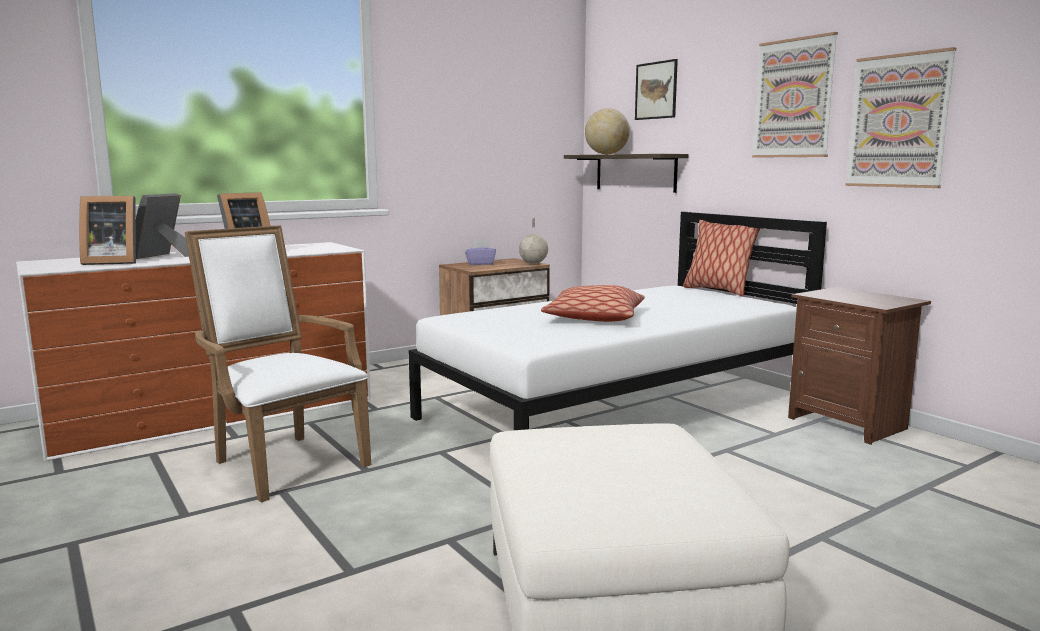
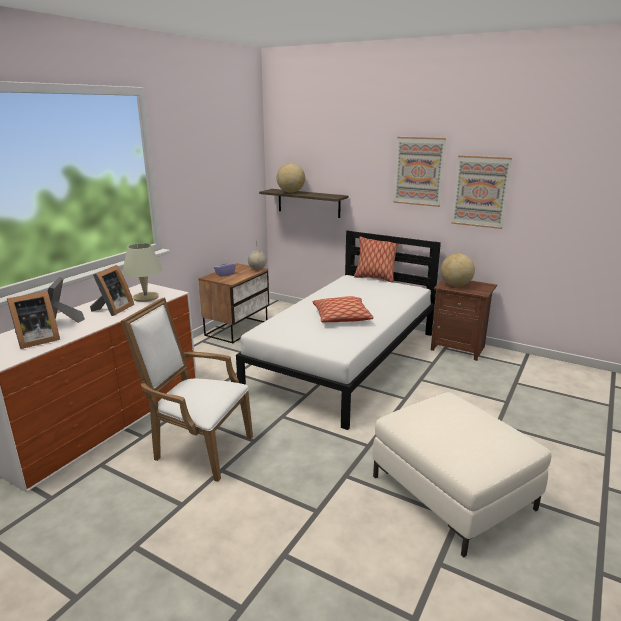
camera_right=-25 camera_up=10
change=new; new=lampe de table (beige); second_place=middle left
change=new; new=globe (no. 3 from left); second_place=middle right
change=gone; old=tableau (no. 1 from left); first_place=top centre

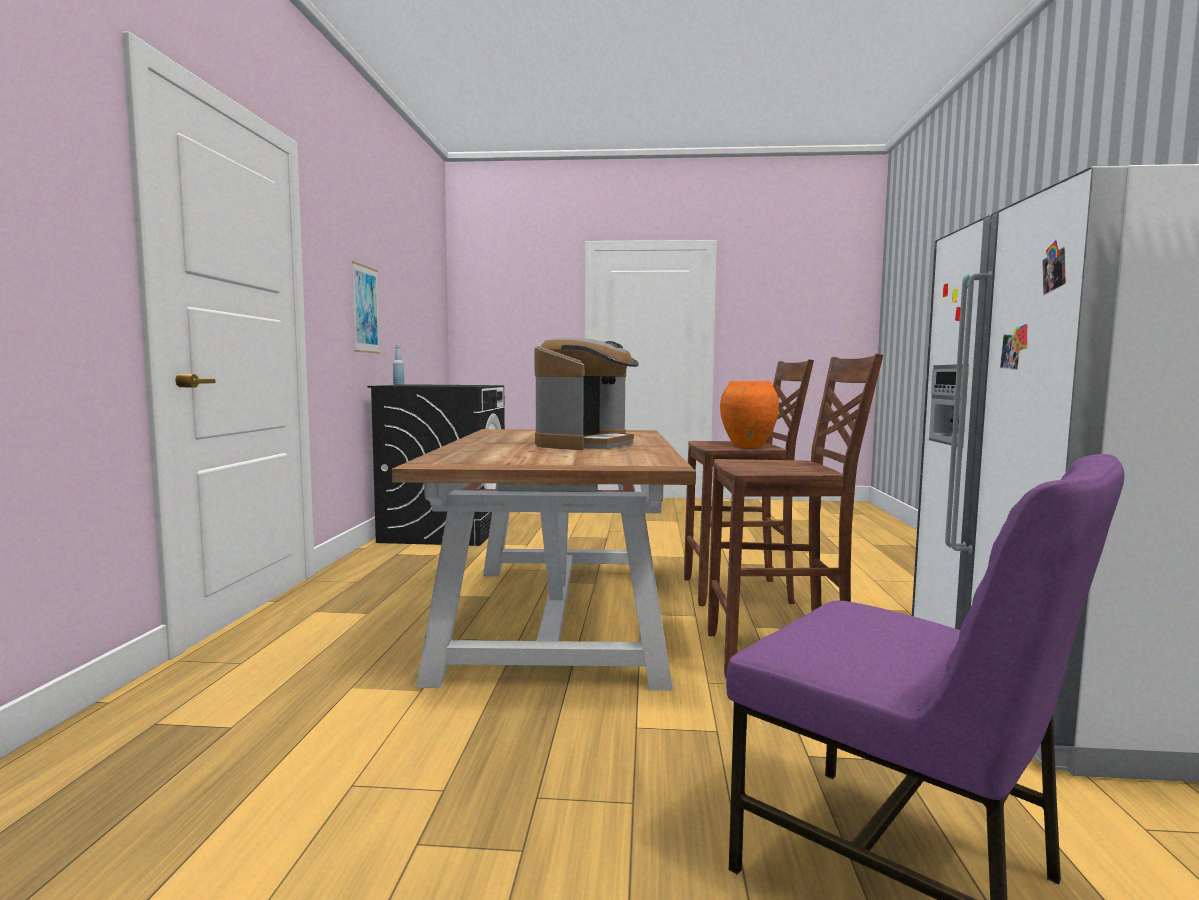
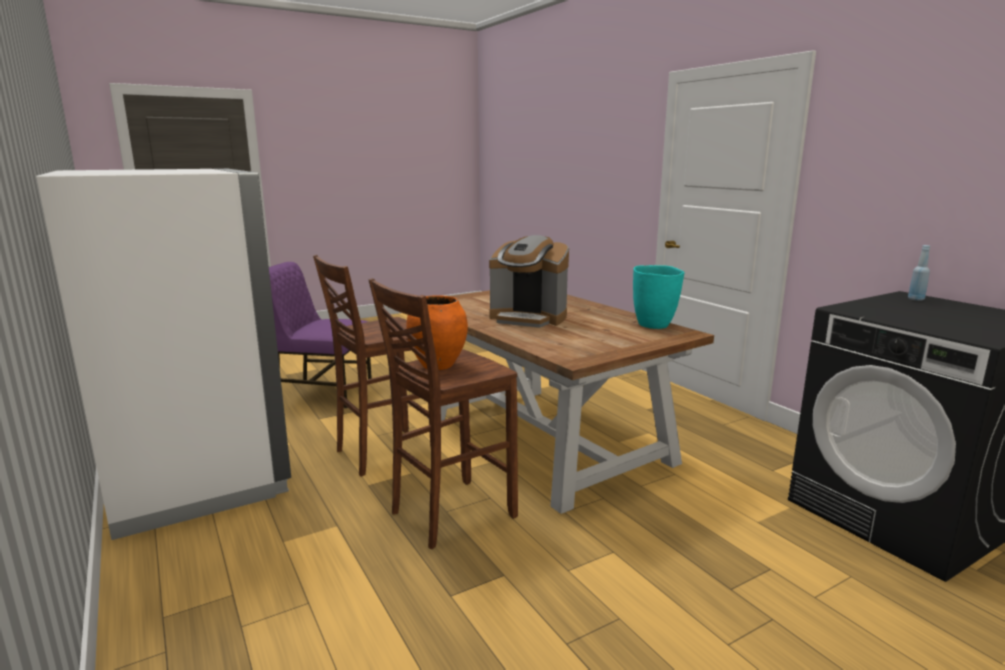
camera_right=145 camera_up=10
change=rotated; old=machine à café; first_place=centre; second_place=centre; degrees=-60
change=new; new=vase (turquoise); second_place=centre
change=gone; old=tableau; first_place=middle left

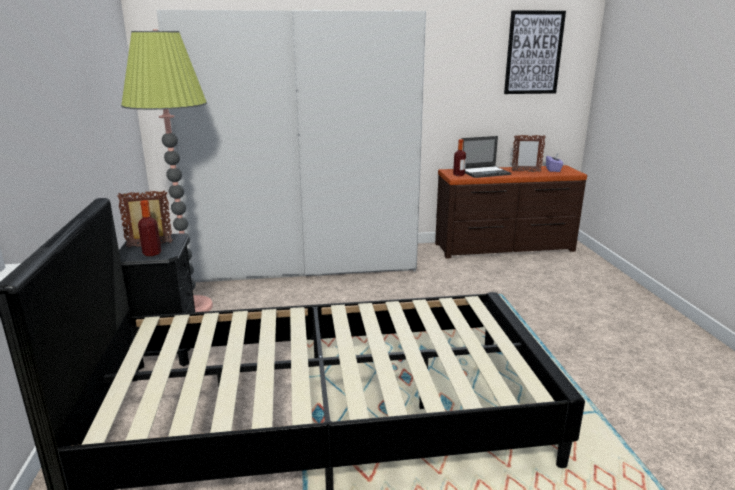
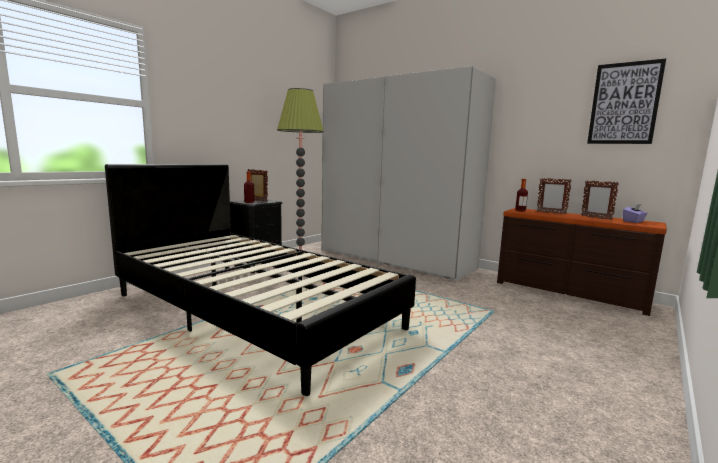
camera_right=45 camera_up=-10
change=swapped; old=ordinateur portable; new=cadre photo (no. 2 from left); first_place=top centre; second_place=middle right

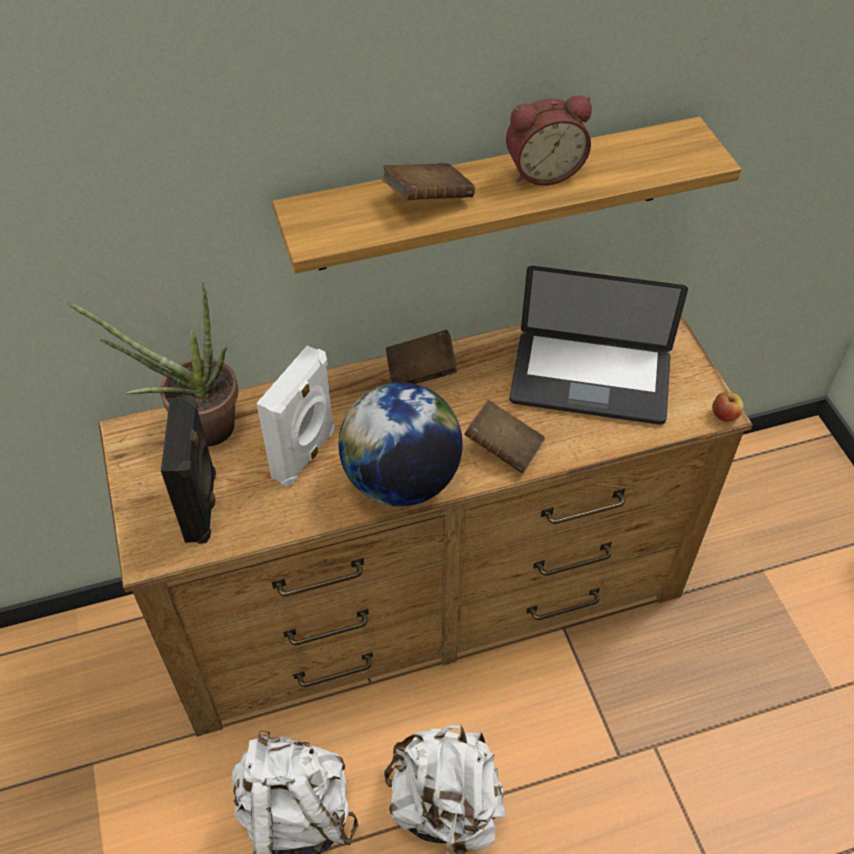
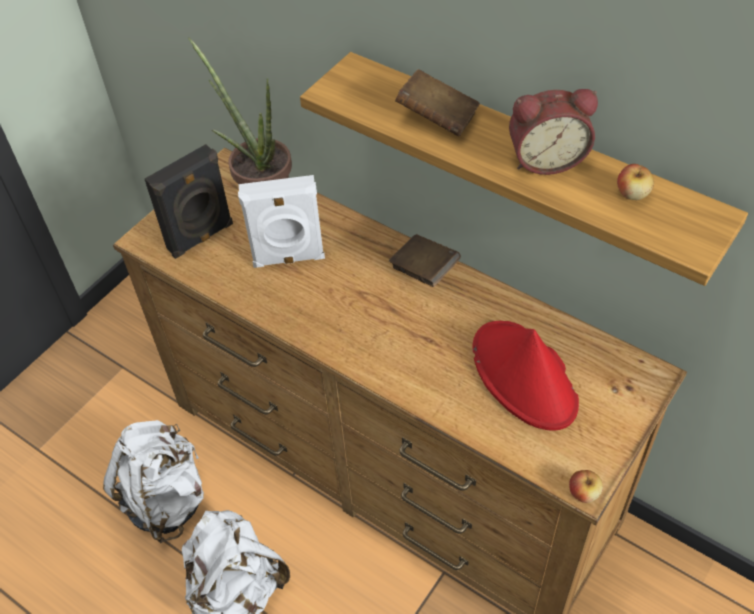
camera_right=55 camera_up=0
change=swapped; old=ordinateur portable; new=chapeau (rouge); first_place=middle right; second_place=middle right
change=rotated; old=réveil; first_place=top centre; second_place=top right; degrees=-45
change=new; new=pomme (no. 2 from left); second_place=top right
change=gone; old=globe; first_place=centre
change=gone; old=livre (marron) (no. 3 from left); first_place=centre

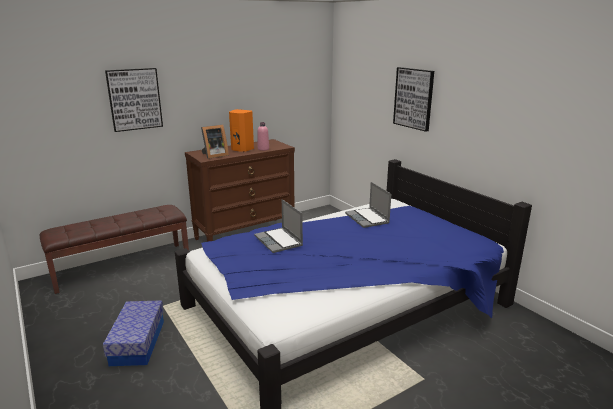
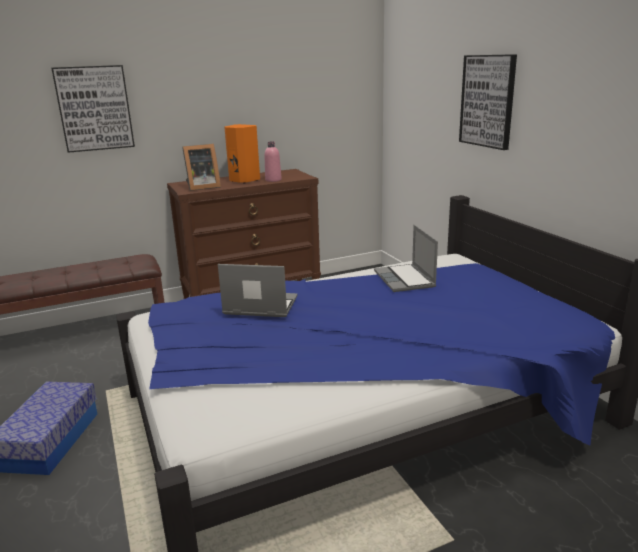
camera_right=10 camera_up=0
change=rotated; old=ordinateur portable (no. 1 from left); first_place=centre; second_place=centre; degrees=120

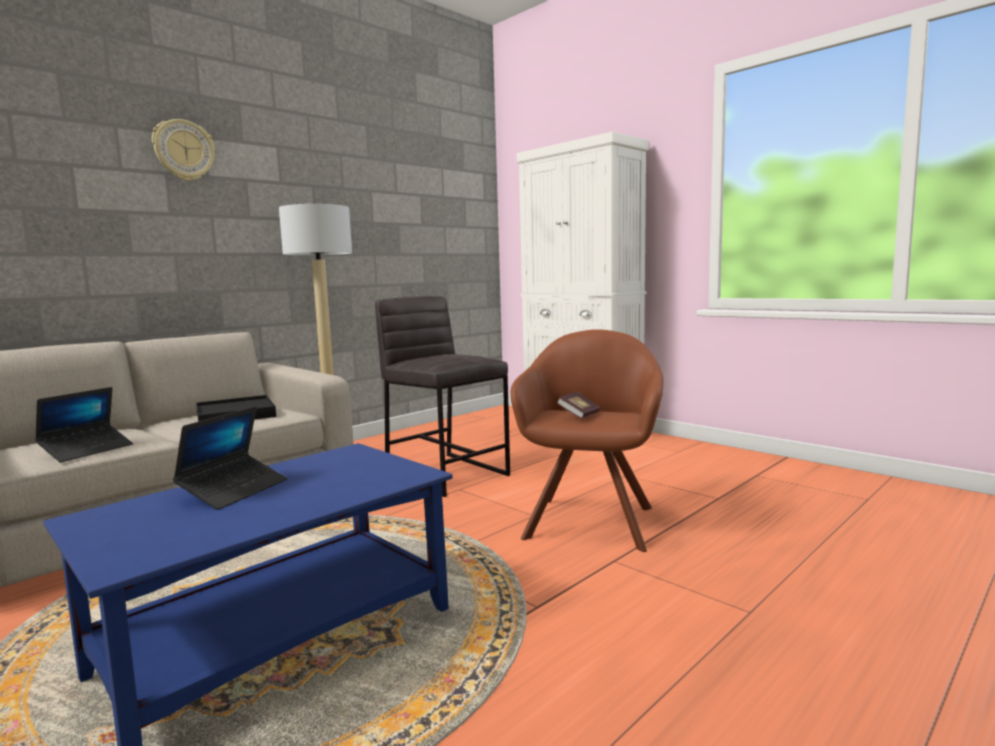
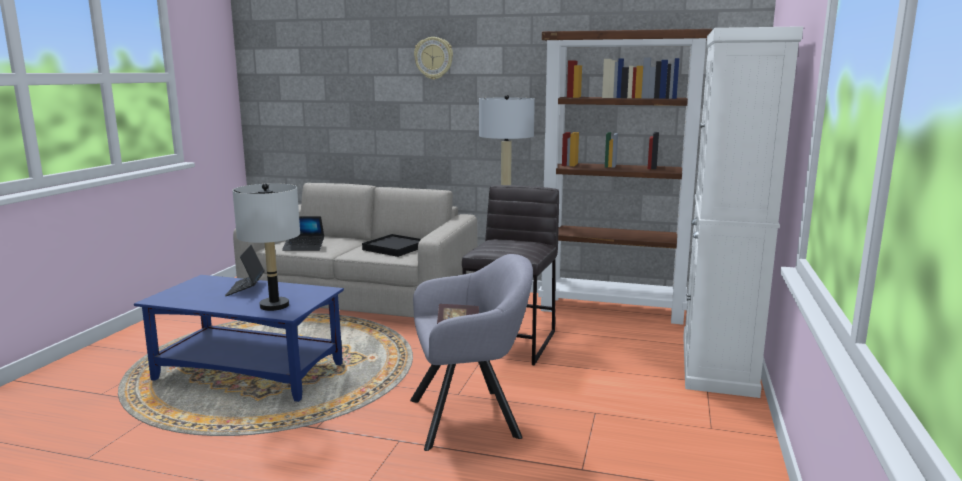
camera_right=60 camera_up=5
change=rotated; old=ordinateur portable (no. 2 from left in the first image); first_place=middle left; second_place=middle left; degrees=90
change=new; new=lampe de table (gris); second_place=middle left
change=repainted; old=fauteuil (marron); new=fauteuil (gris); first_place=centre; second_place=bottom centre
change=new; new=bibliothèque (marron); second_place=centre

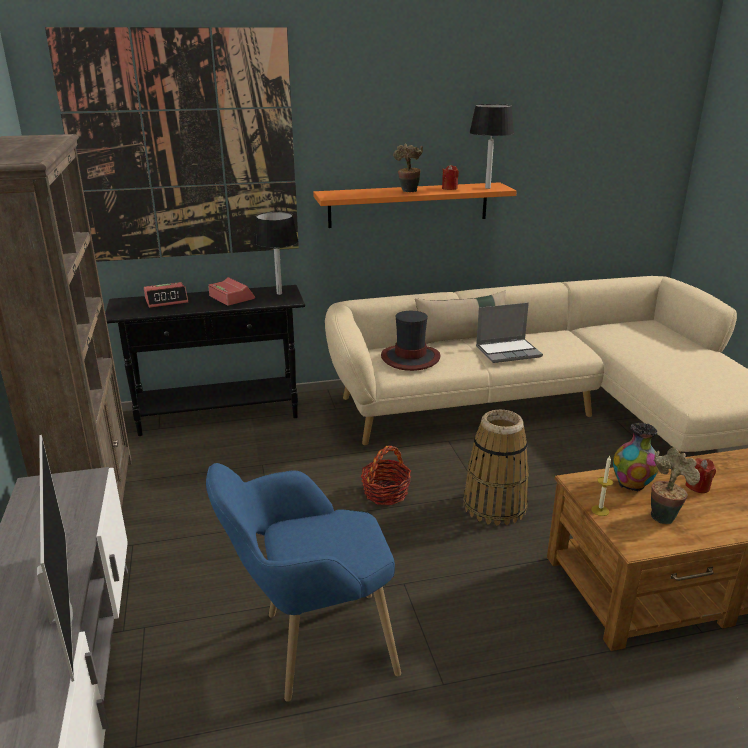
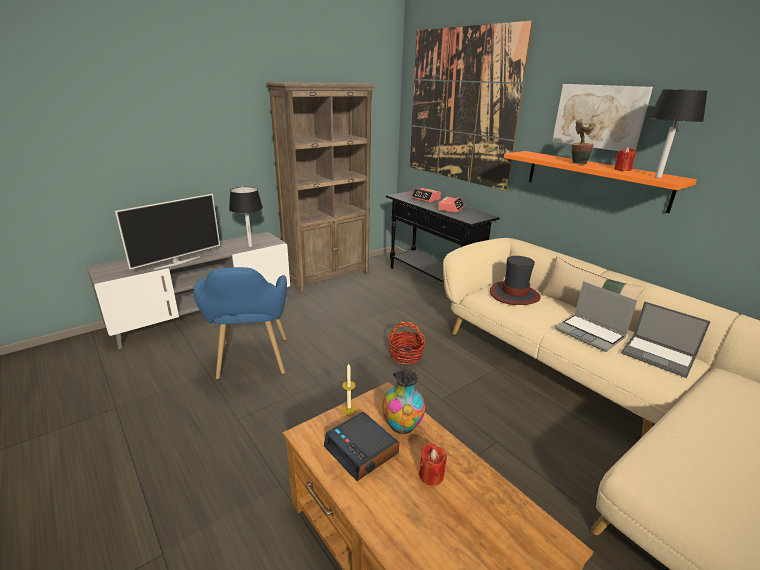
camera_right=65 camera_up=0
change=rotated; old=fauteuil (bleu); first_place=bottom centre; second_place=middle left; degrees=-150
change=shifted; old=lampe de table (noir) (no. 1 from left); first_place=centre; second_place=middle left
change=swapped; old=plante en pot (no. 2 from left); new=réveil (no. 1 from left); first_place=middle right; second_place=bottom centre
change=new; new=tableau (no. 2 from left); second_place=top right
change=new; new=ordinateur portable (no. 2 from left); second_place=middle right
change=gone; old=panier (no. 2 from left); first_place=centre

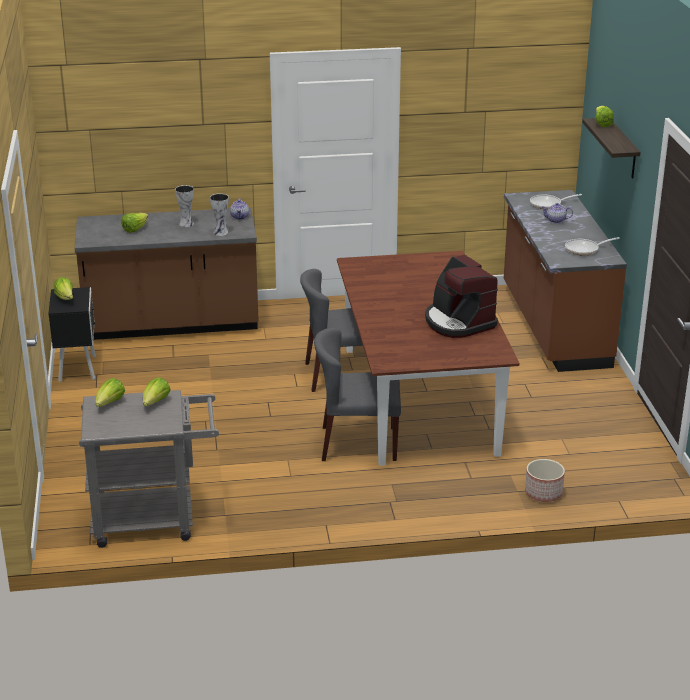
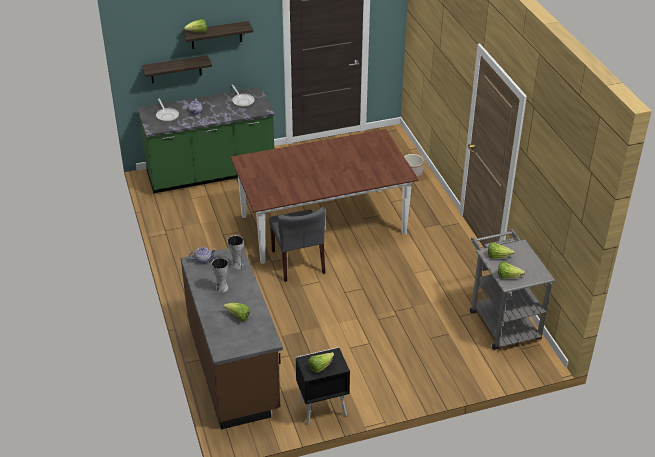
camera_right=-100 camera_up=10
change=repainted; old=comptoir de cuisine (marron) (no. 2 from left); new=comptoir de cuisine (vert); first_place=middle right; second_place=top left
change=new; new=étagère (no. 1 from left); second_place=top left
change=gone; old=chaise (gris) (no. 2 from left); first_place=centre
change=gone; old=machine à café; first_place=middle right

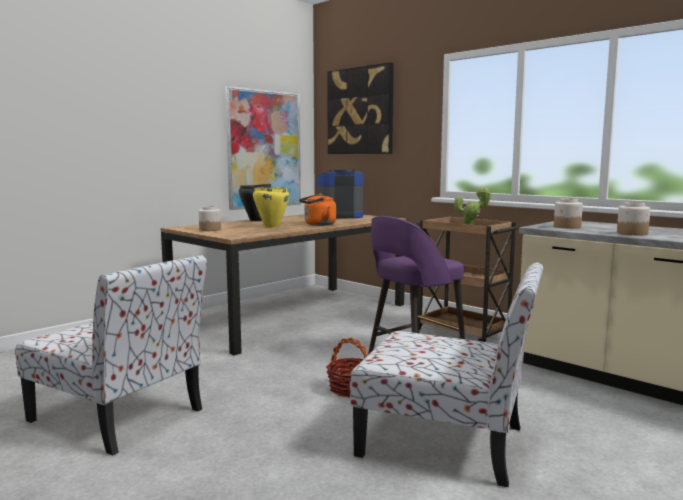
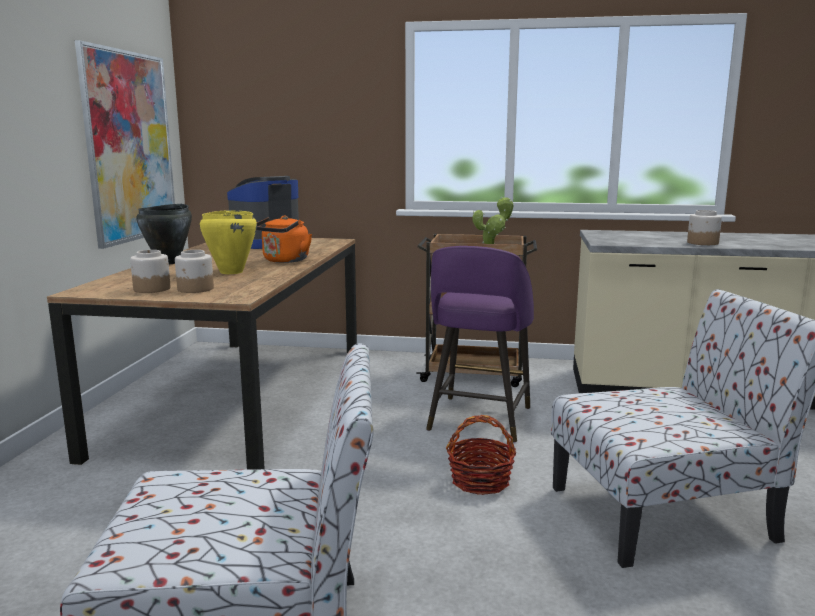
camera_right=-35 camera_up=5
change=shifted; old=bocal (no. 2 from left); first_place=middle right; second_place=middle left
change=gone; old=tableau (no. 2 from left); first_place=top centre

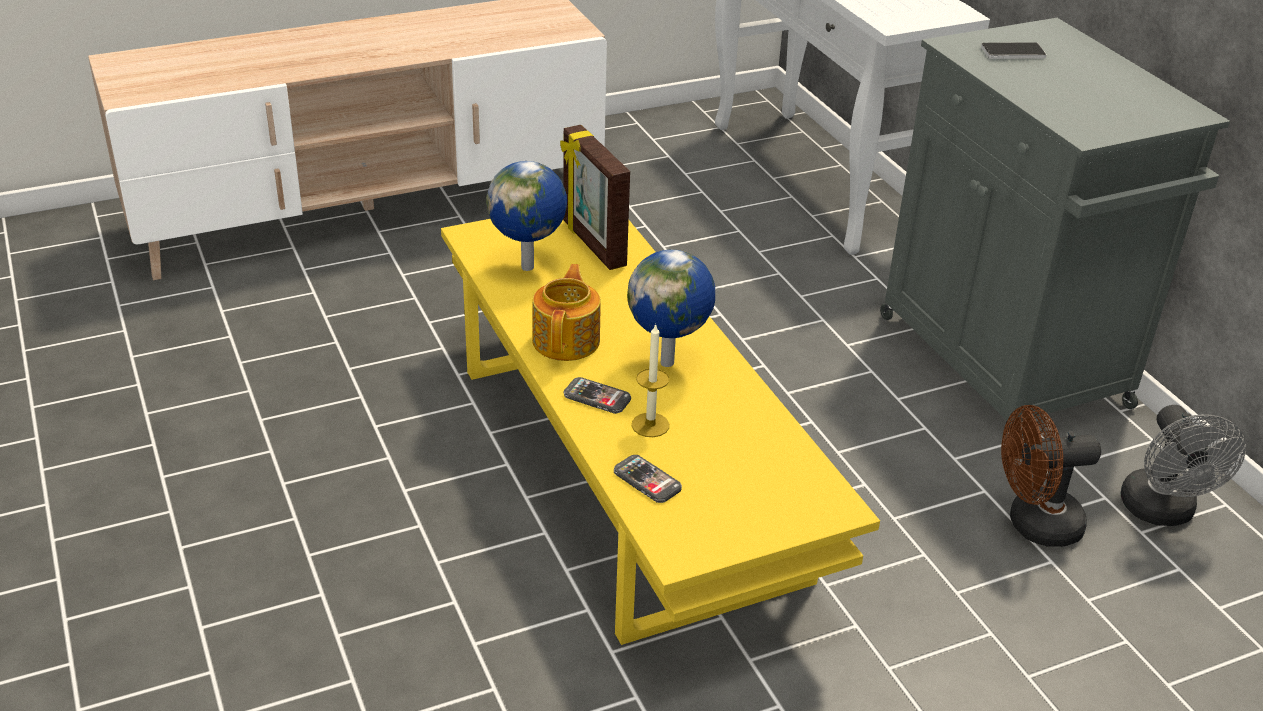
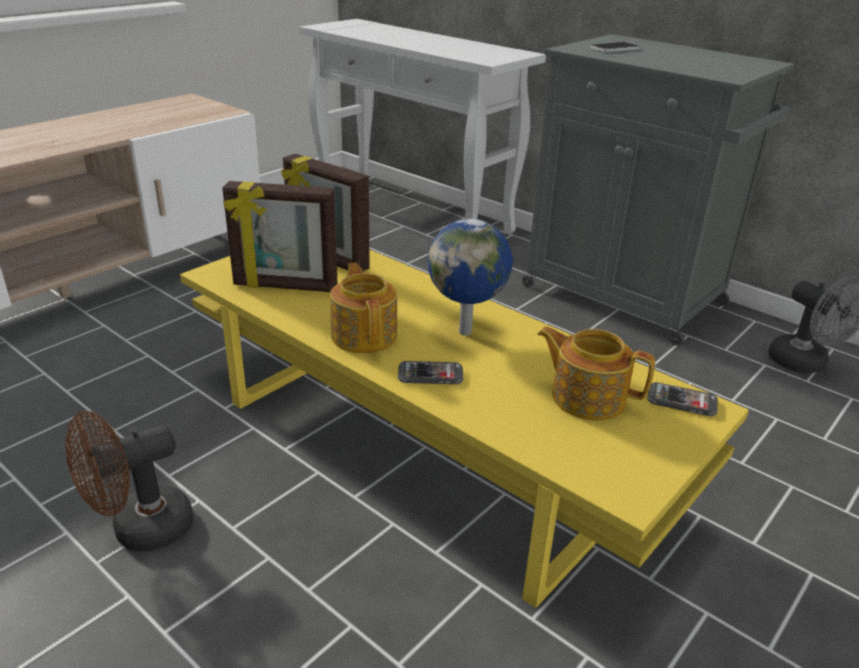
camera_right=-25 camera_up=-5
change=shifted; old=ventilateur (marron); first_place=bottom right; second_place=bottom left
change=swapped; old=globe (no. 1 from left); new=cadre photo (no. 1 from left); first_place=top centre; second_place=middle left
change=new; new=théière (no. 2 from left); second_place=middle right
change=shifted; old=téléphone (no. 2 from left in the first image); new=téléphone (no. 3 from left); first_place=bottom centre; second_place=middle right
change=gone; old=bougie; first_place=centre

